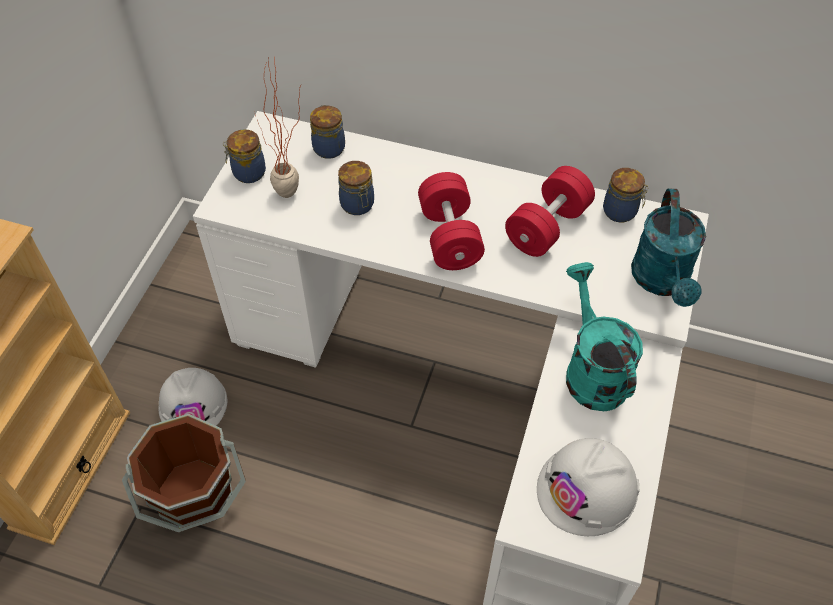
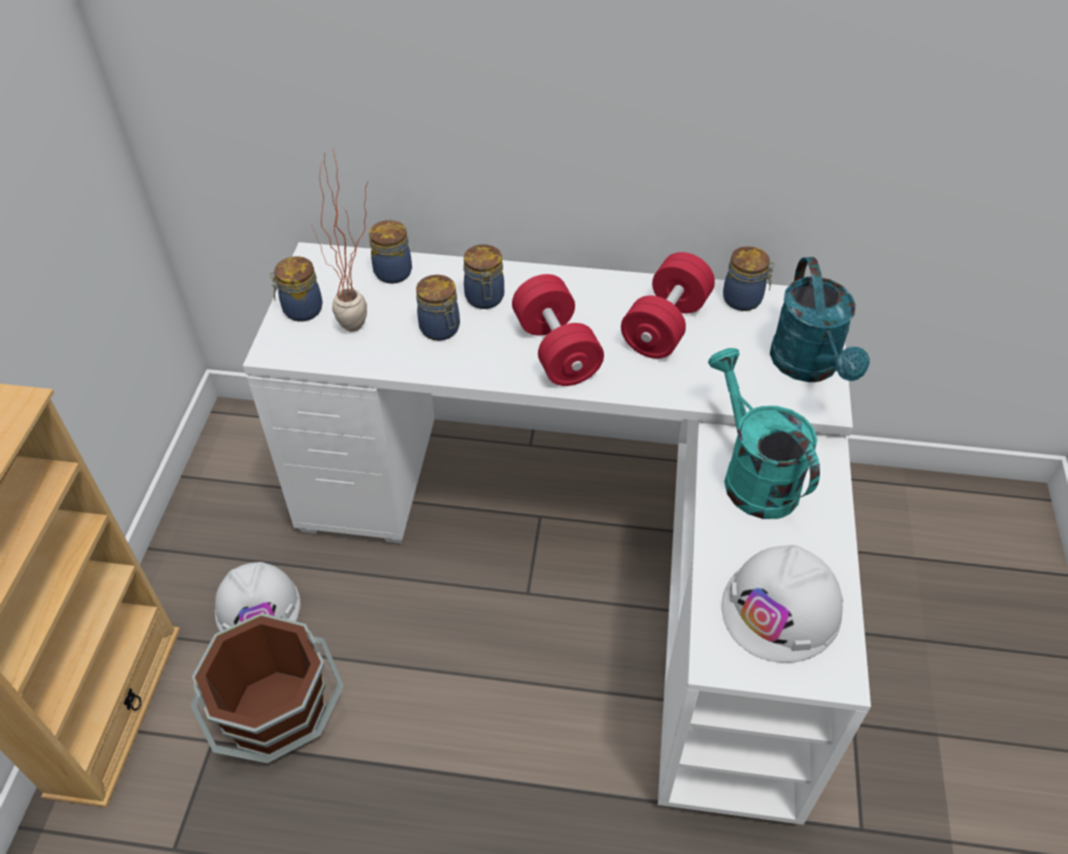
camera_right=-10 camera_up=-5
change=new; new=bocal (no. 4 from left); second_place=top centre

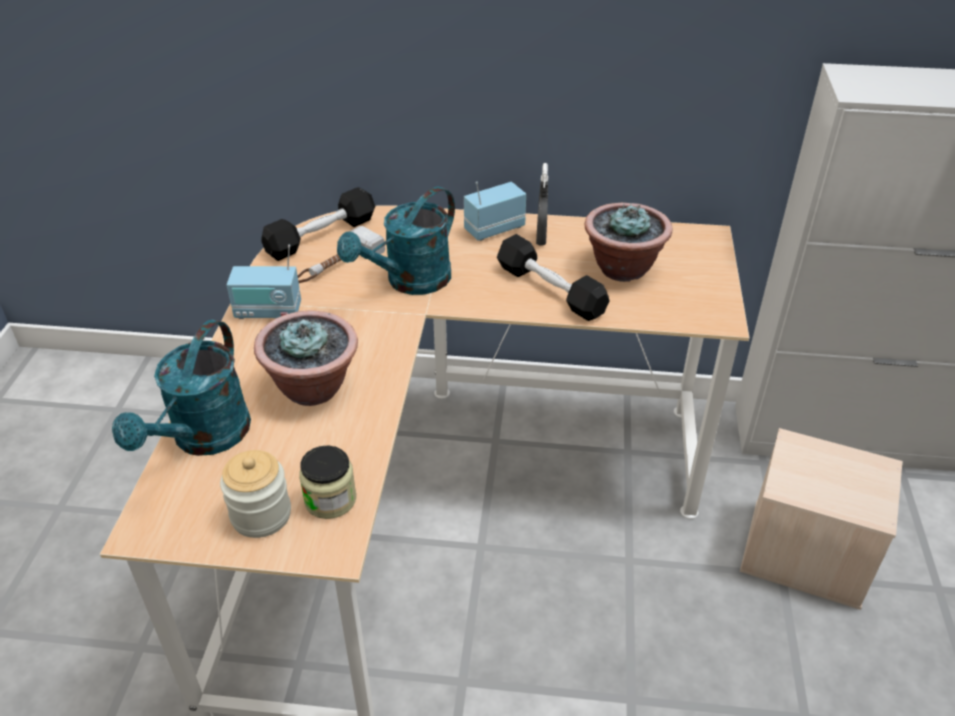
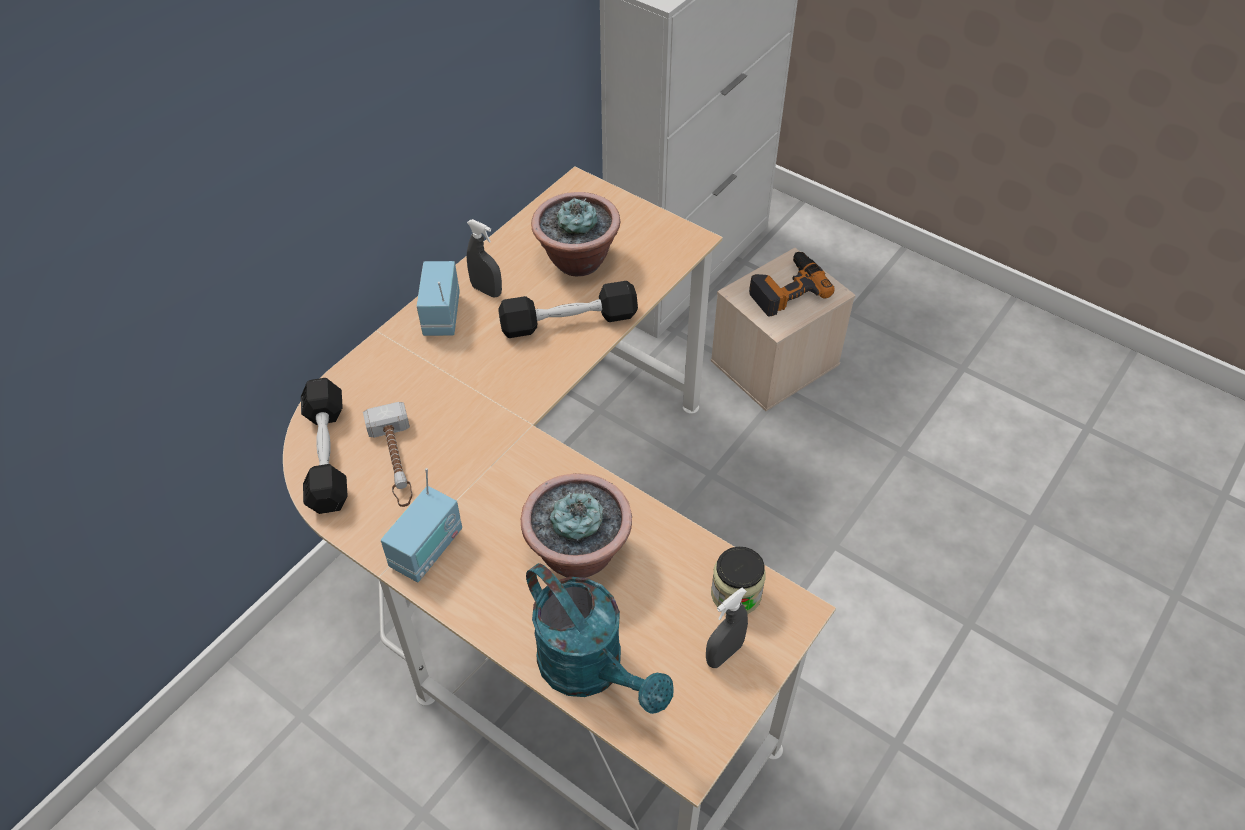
camera_right=-60 camera_up=10
change=swapped; old=bocal (no. 1 from left); new=vaporisateur (gris) (no. 2 from left); first_place=bottom left; second_place=bottom centre
change=new; new=perceuse; second_place=centre
change=gone; old=arrosoir (turquoise) (no. 2 from left); first_place=centre

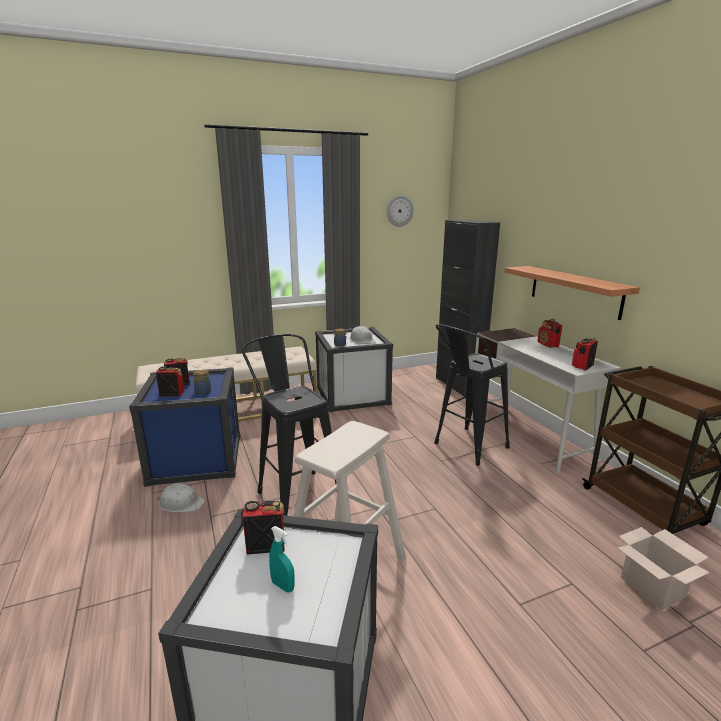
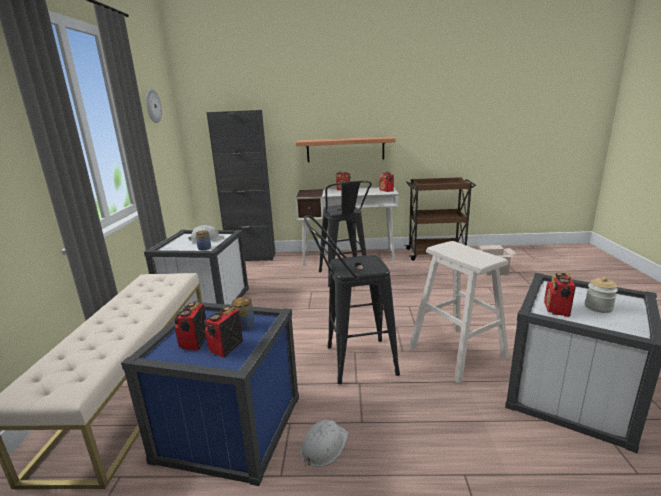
camera_right=-65 camera_up=0
change=swapped; old=vaporisateur (turquoise); new=bocal (no. 3 from left); first_place=bottom centre; second_place=middle right

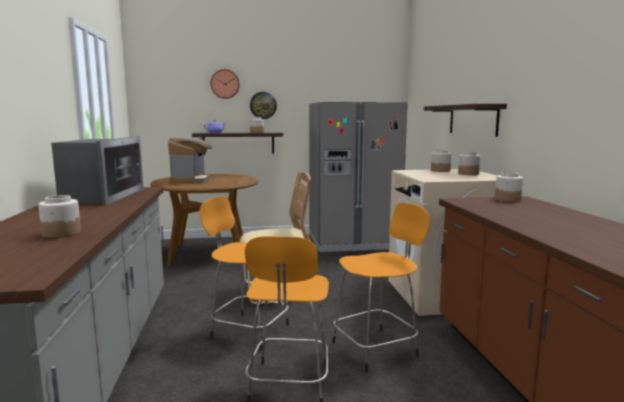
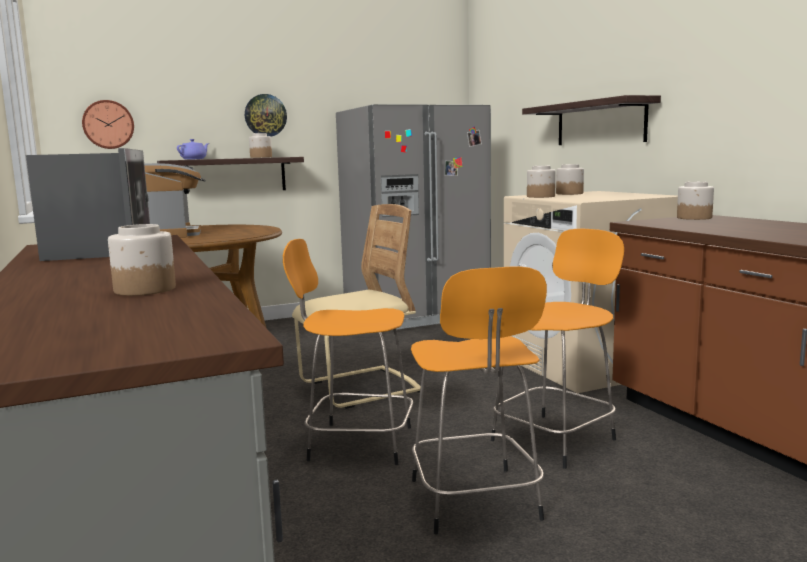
camera_right=-15 camera_up=0
change=shifted; old=horloge murale (no. 1 from left); first_place=top centre; second_place=top left
change=shifted; old=bocal (no. 4 from left in the first image); new=bocal (no. 3 from left); first_place=middle right; second_place=top right

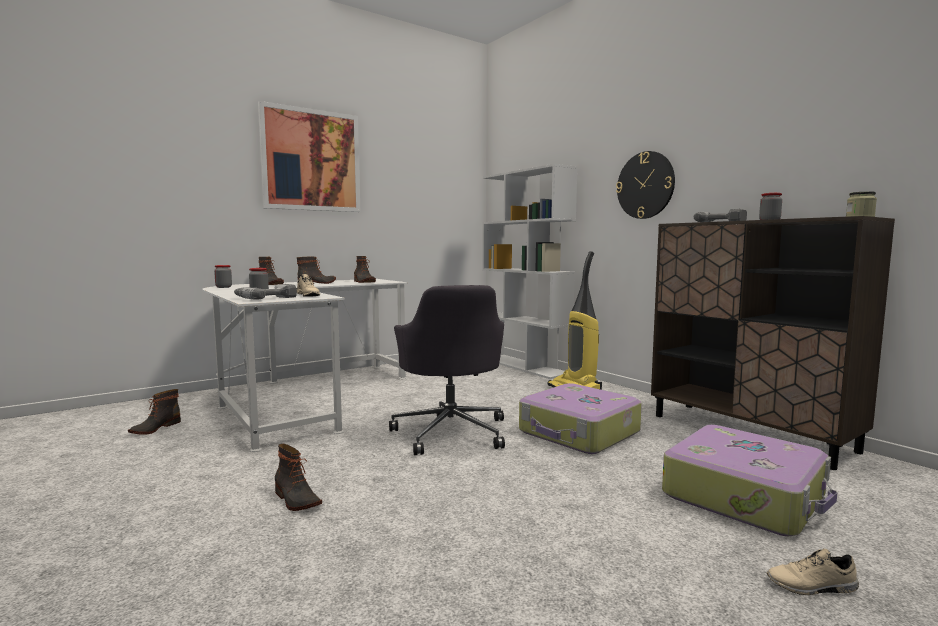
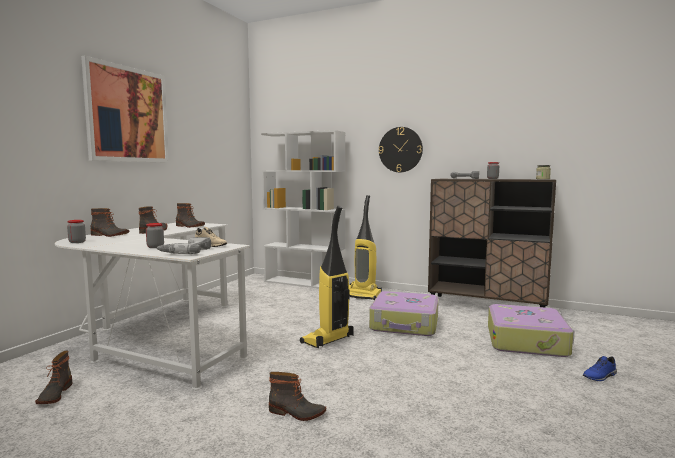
camera_right=-30 camera_up=0
change=swapped; old=chaise de bureau (gris); new=aspirateur (no. 1 from left); first_place=centre; second_place=centre
change=repainted; old=chaussure (beige) (no. 2 from left); new=chaussure (bleu); first_place=bottom right; second_place=bottom right

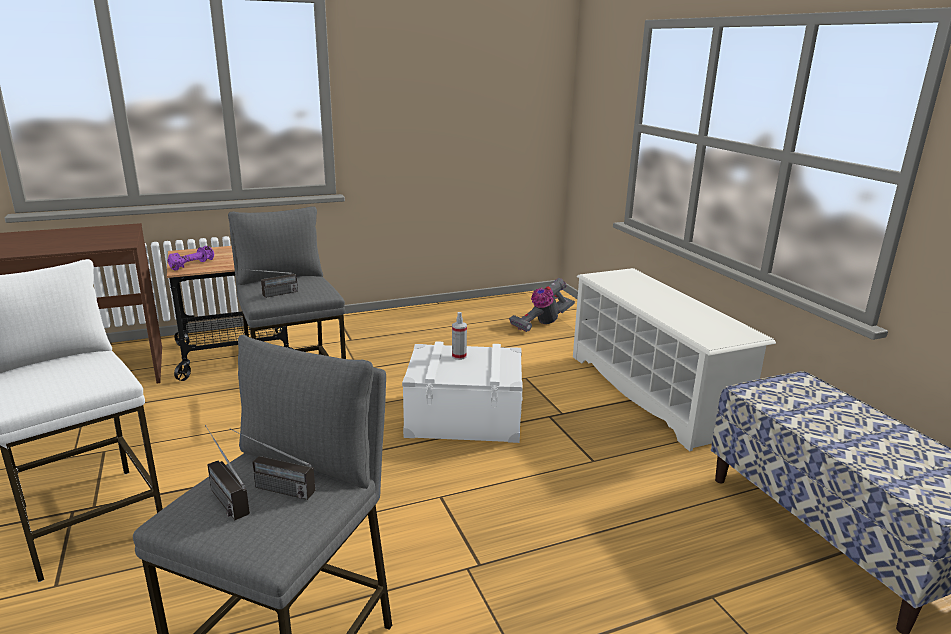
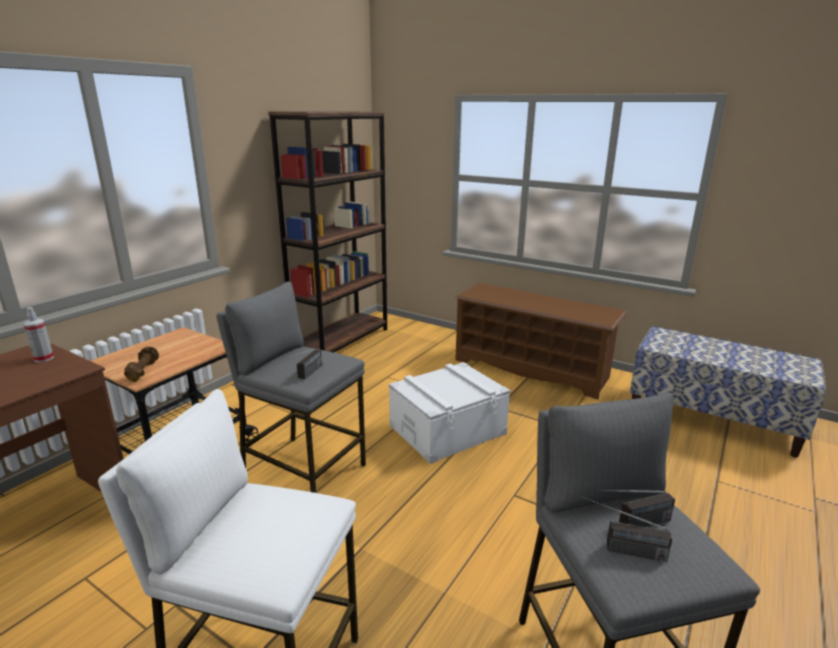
camera_right=-35 camera_up=0
change=shifted; old=vaporisateur; first_place=centre; second_place=middle left
change=repainted; old=haltère (violet); new=haltère (marron); first_place=middle left; second_place=middle left
change=new; new=bibliothèque (marron); second_place=centre
change=repainted; old=étagère à chaussures (blanc); new=étagère à chaussures (marron); first_place=middle right; second_place=centre
change=gone; old=aspirateur; first_place=centre

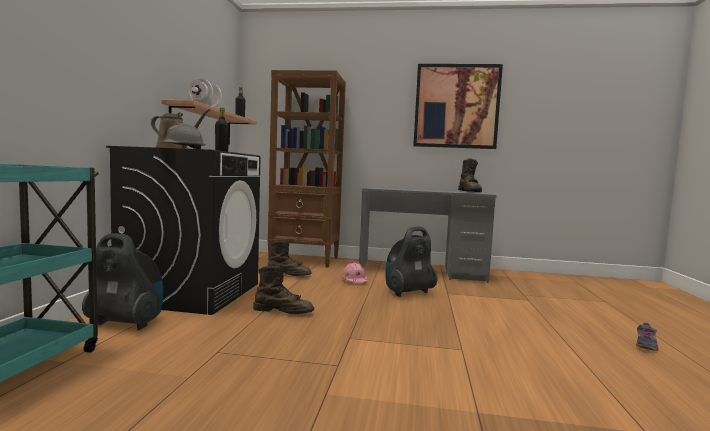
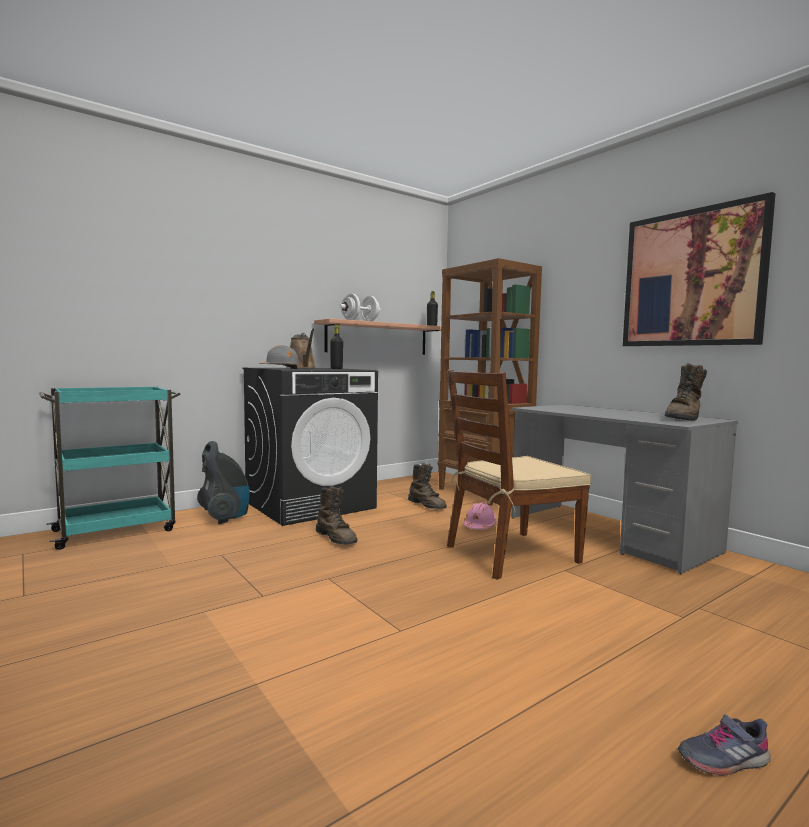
camera_right=45 camera_up=0
change=swapped; old=aspirateur (no. 2 from left); new=chaise (marron); first_place=centre; second_place=centre

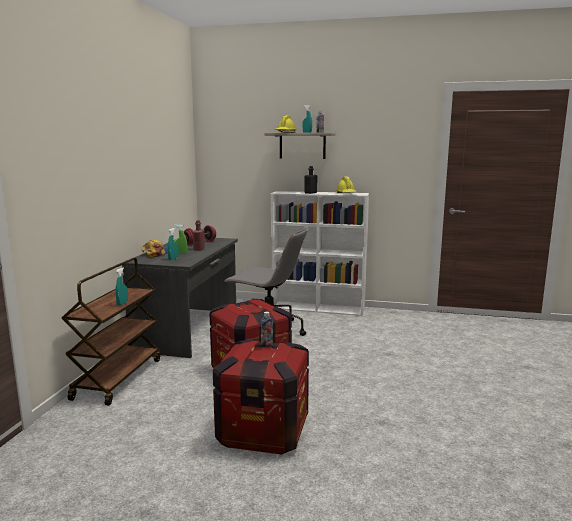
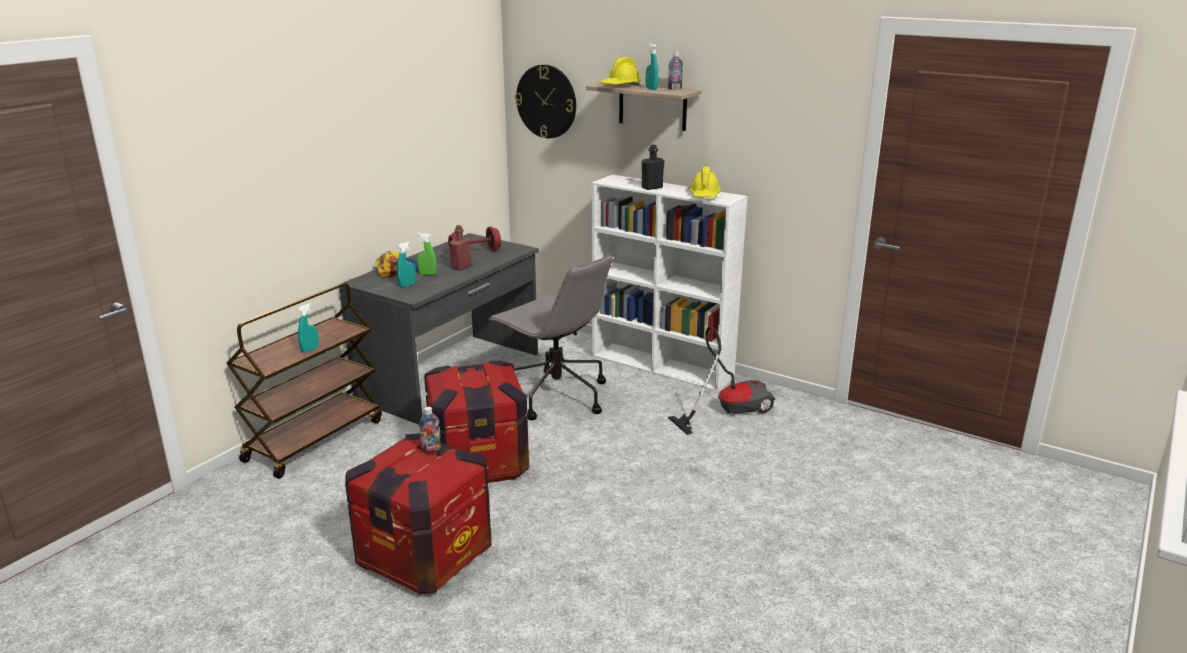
camera_right=20 camera_up=10
change=new; new=horloge murale; second_place=top centre
change=new; new=aspirateur; second_place=centre

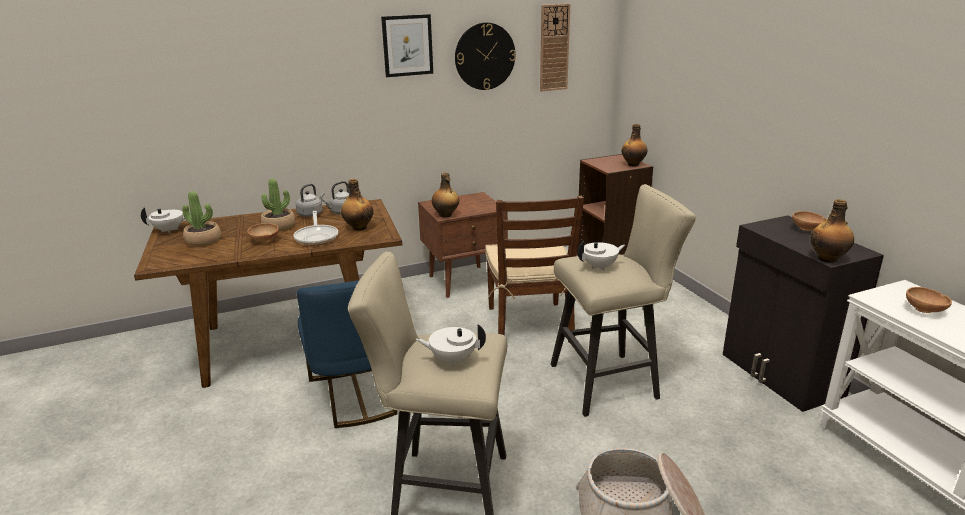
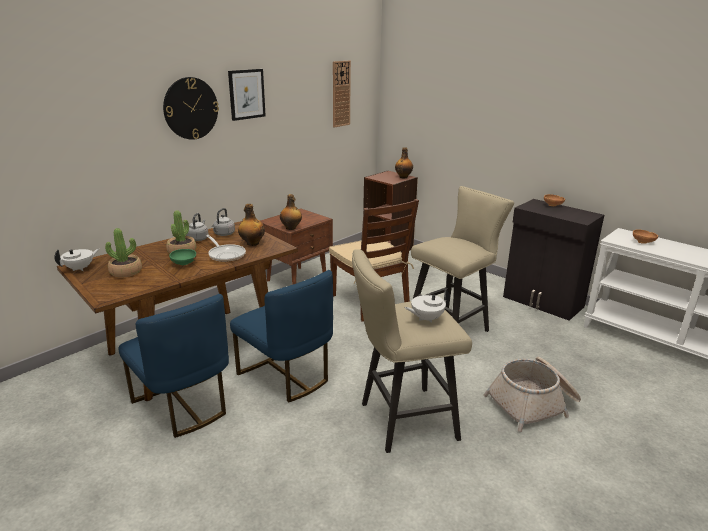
camera_right=-25 camera_up=0
change=new; new=chaise (bleu) (no. 1 from left); second_place=bottom left
change=shifted; old=horloge murale (no. 1 from left); first_place=top centre; second_place=top left
change=repainted; old=bol (marron) (no. 1 from left); new=bol (vert); first_place=middle left; second_place=middle left
change=gone; old=théière (blanc) (no. 3 from left); first_place=centre
change=gone; old=bouteille (no. 4 from left); first_place=middle right

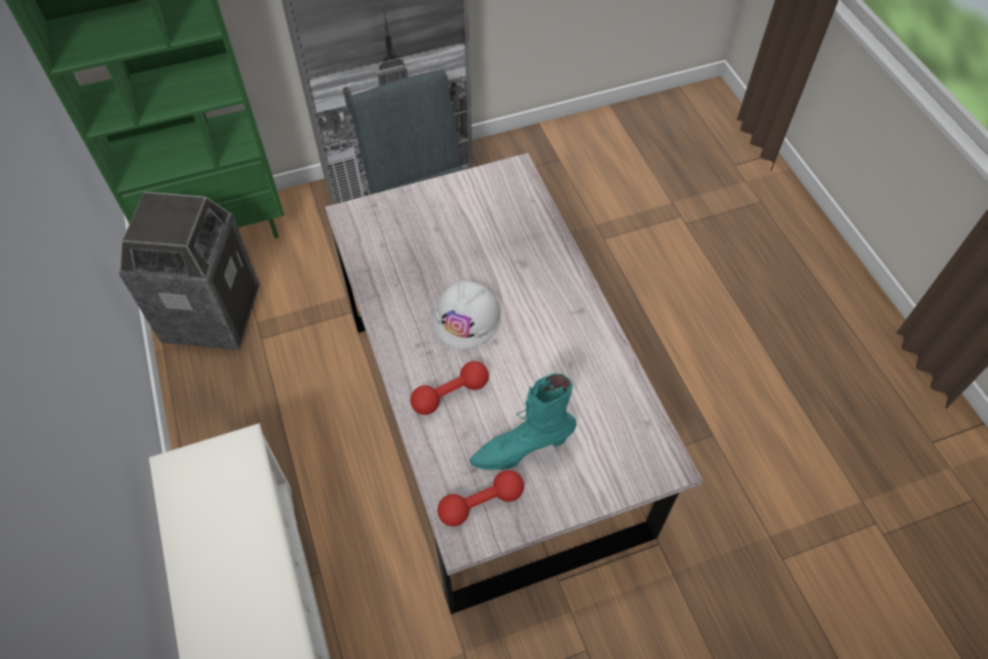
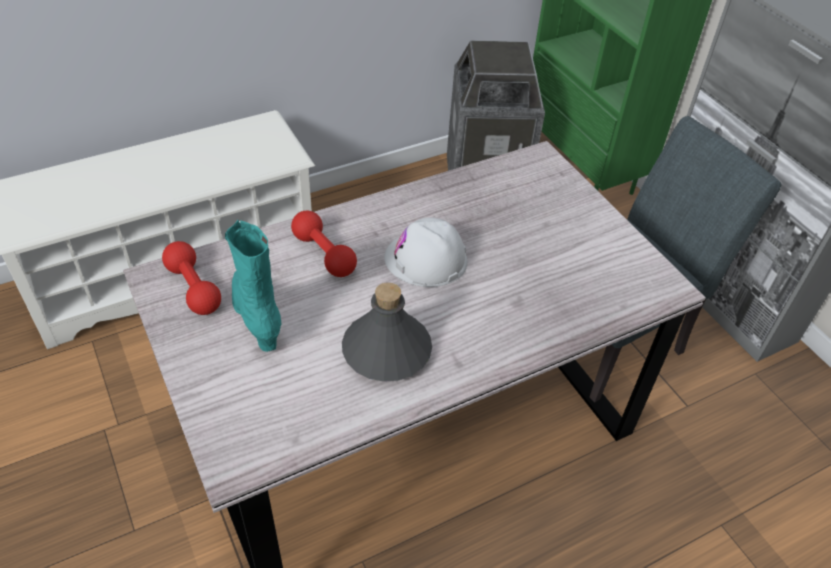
camera_right=80 camera_up=-10
change=new; new=bouteille (gris); second_place=centre

